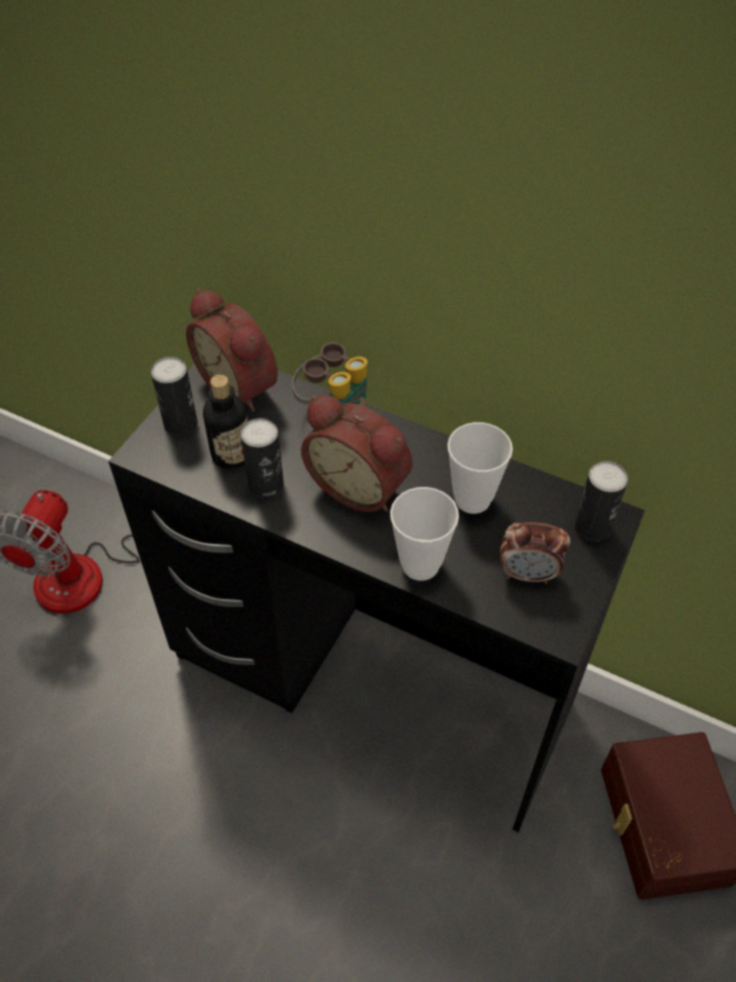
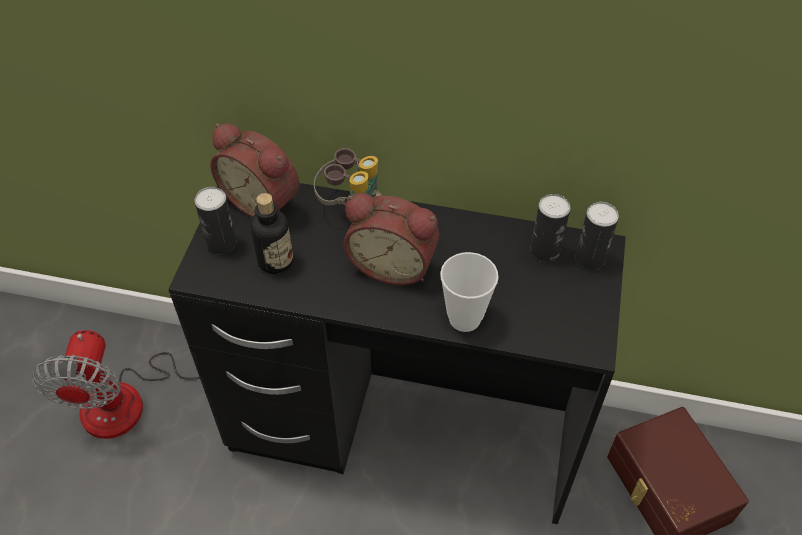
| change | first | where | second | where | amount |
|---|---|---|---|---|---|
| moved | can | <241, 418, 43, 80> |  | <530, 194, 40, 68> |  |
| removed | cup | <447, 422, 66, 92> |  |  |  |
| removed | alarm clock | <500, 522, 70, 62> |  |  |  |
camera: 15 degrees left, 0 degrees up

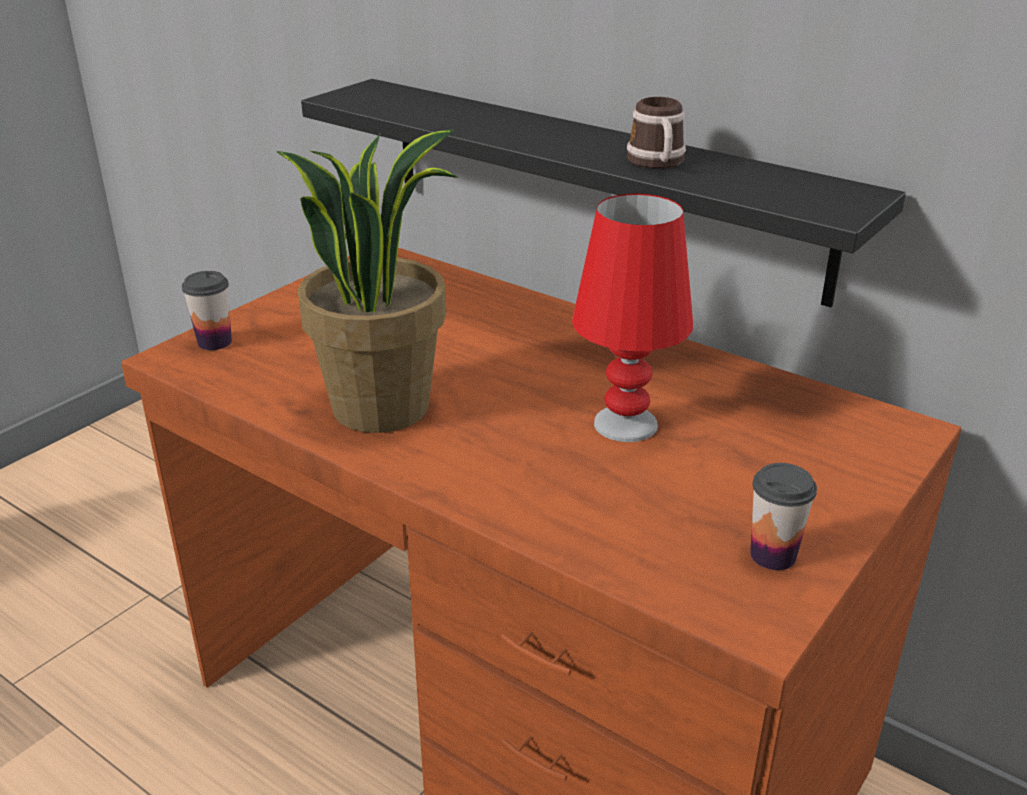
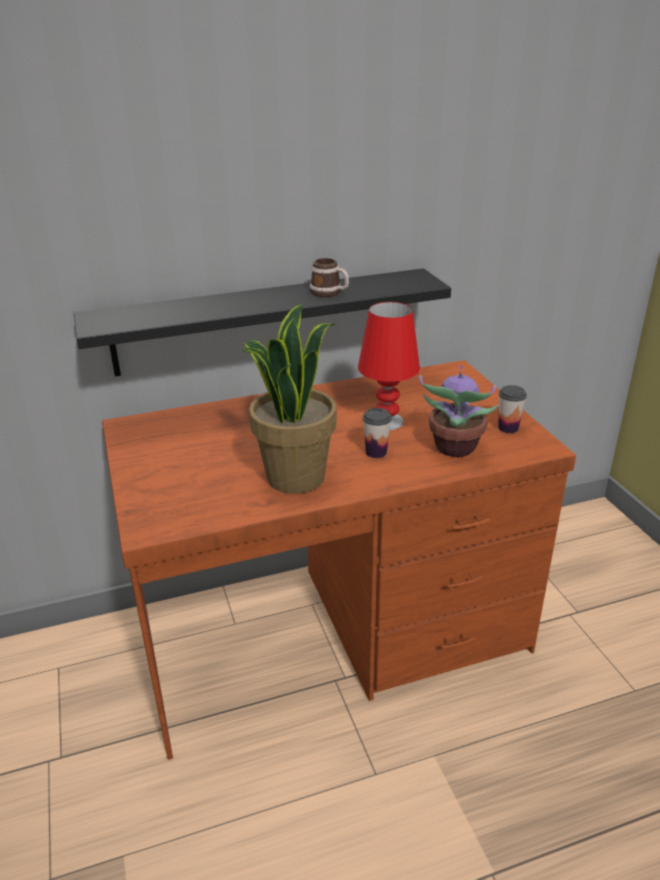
| change | first | where | second | where | amount |
|---|---|---|---|---|---|
| moved | cup | <182, 271, 50, 79> |  | <363, 408, 29, 50> |  |
| added |  |  | potted plant | <419, 365, 80, 92> |  |
camera: 55 degrees left, 0 degrees up

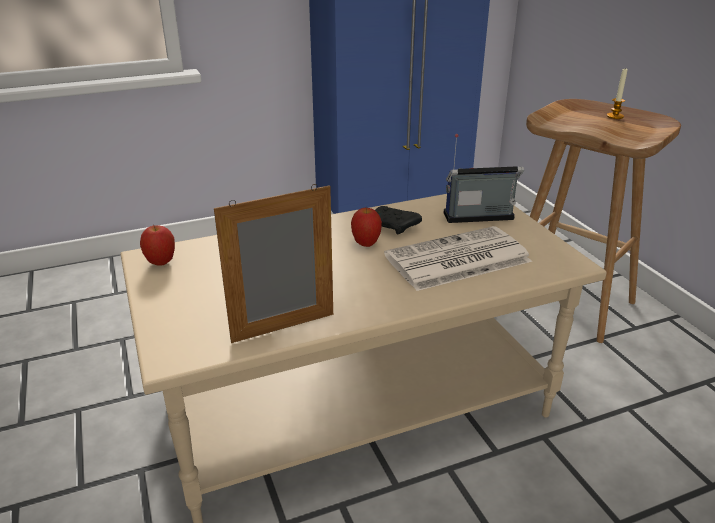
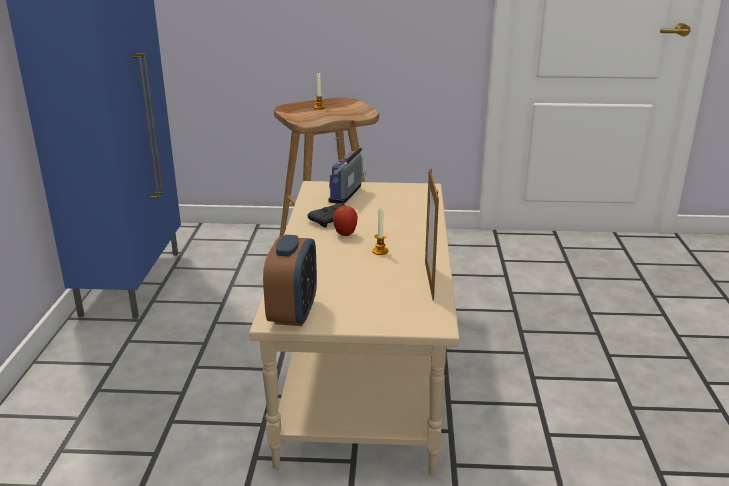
| change | first | where | second | where | amount |
|---|---|---|---|---|---|
| replaced | apple | <140, 225, 35, 41> | alarm clock | <263, 235, 54, 91> |  |
| removed | newspaper | <384, 226, 148, 65> |  |  |  |
| added |  |  | candle | <372, 207, 17, 48> |  |
camera: 65 degrees left, 5 degrees down

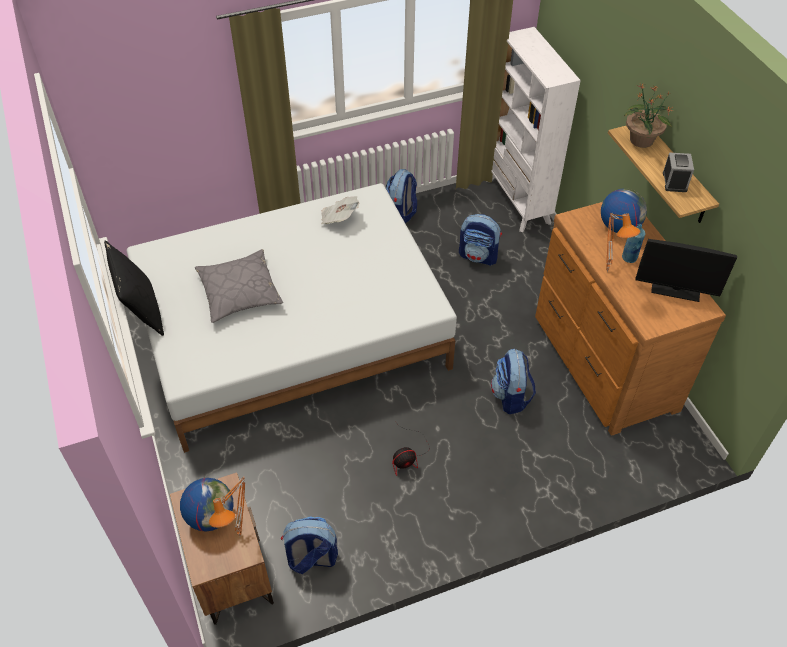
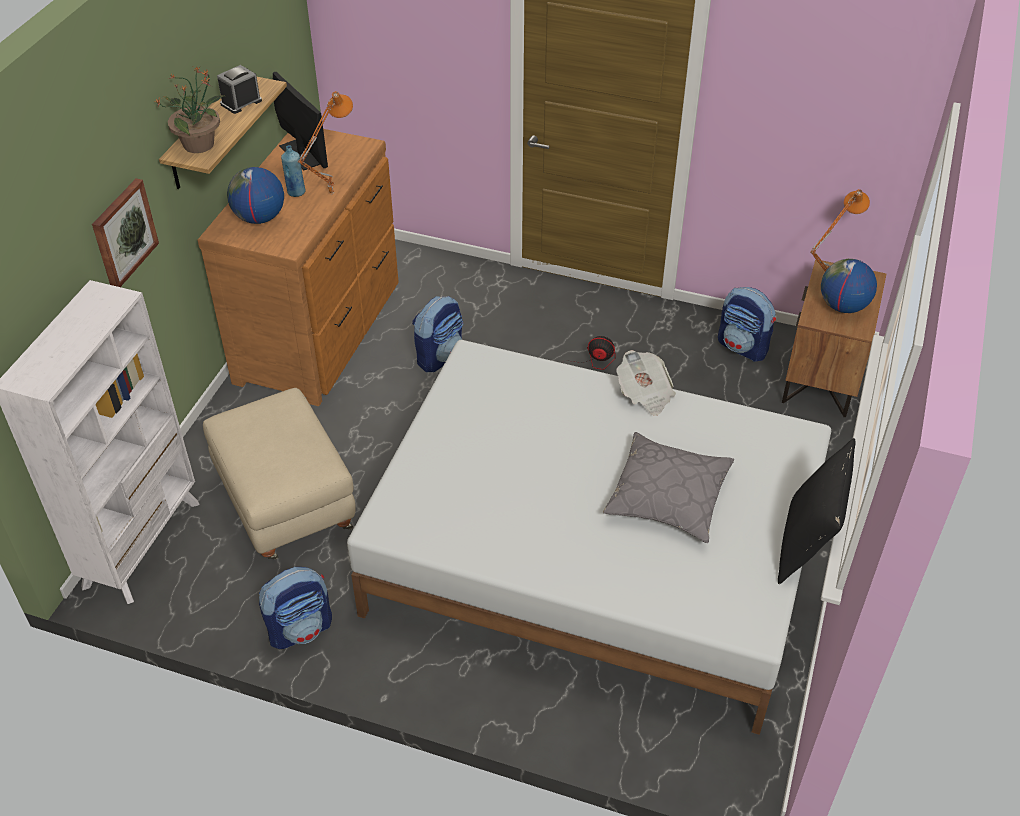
| change | first | where | second | where | amount |
|---|---|---|---|---|---|
| moved | newspaper | <321, 196, 38, 28> |  | <616, 350, 60, 66> |  |
| replaced | backpack | <459, 214, 43, 52> | beige ottoman | <203, 388, 153, 172> |  |
| added |  |  | picture | <92, 178, 67, 109> |  |
camera: 140 degrees left, 5 degrees down

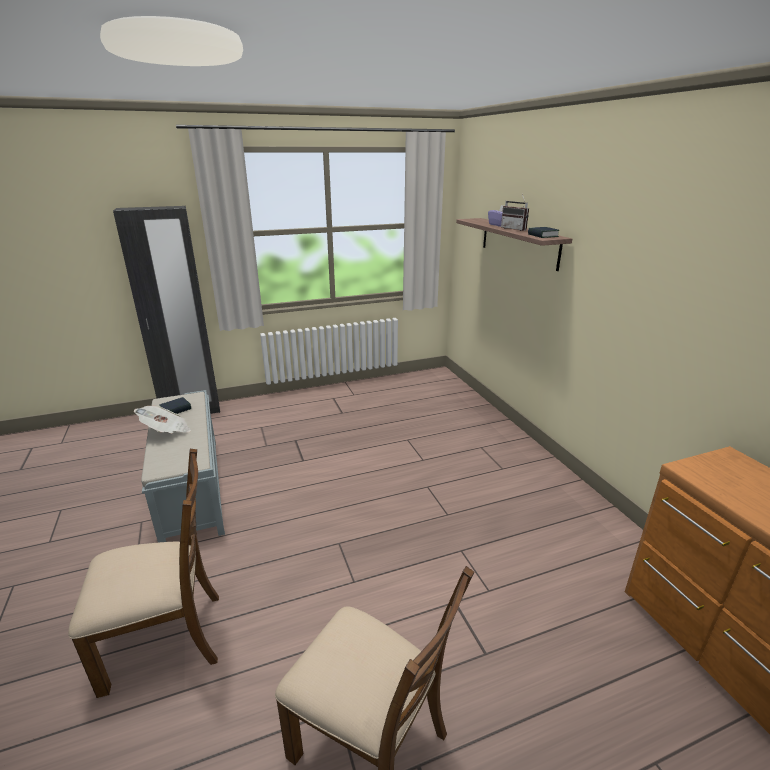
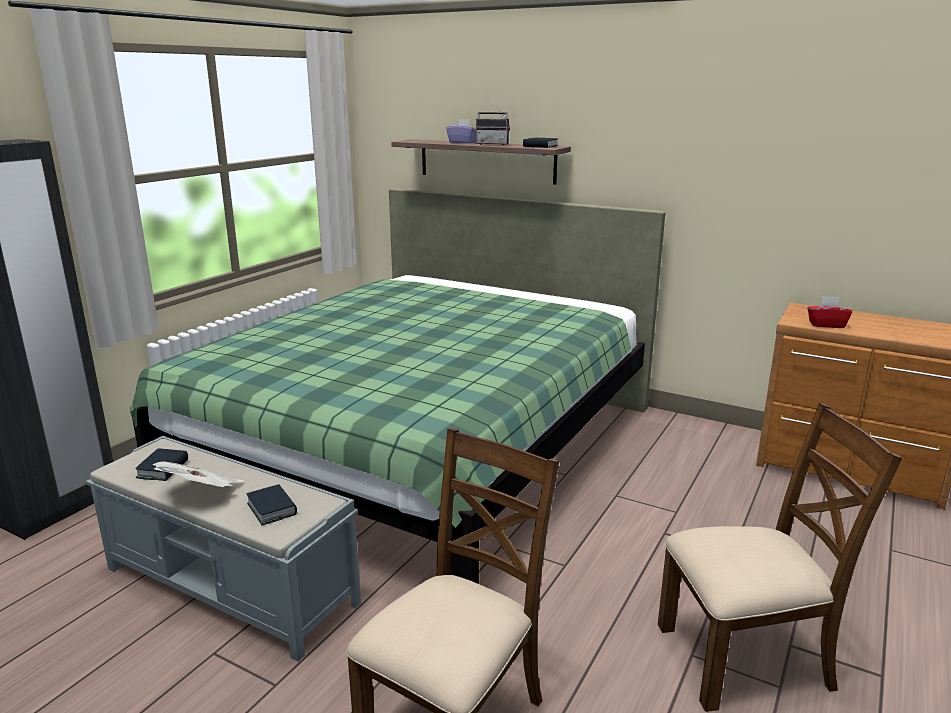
| change | first | where | second | where | amount |
|---|---|---|---|---|---|
| added |  |  | green bed | <130, 188, 535, 396> |  |
| added |  |  | red tissue box | <807, 296, 45, 32> |  |
| added |  |  | book | <246, 484, 51, 41> |  |
camera: 40 degrees left, 5 degrees down

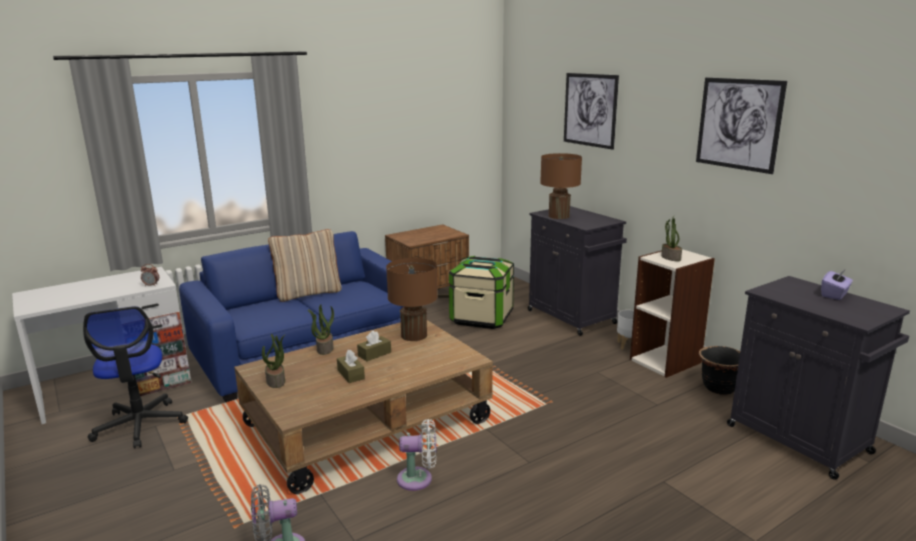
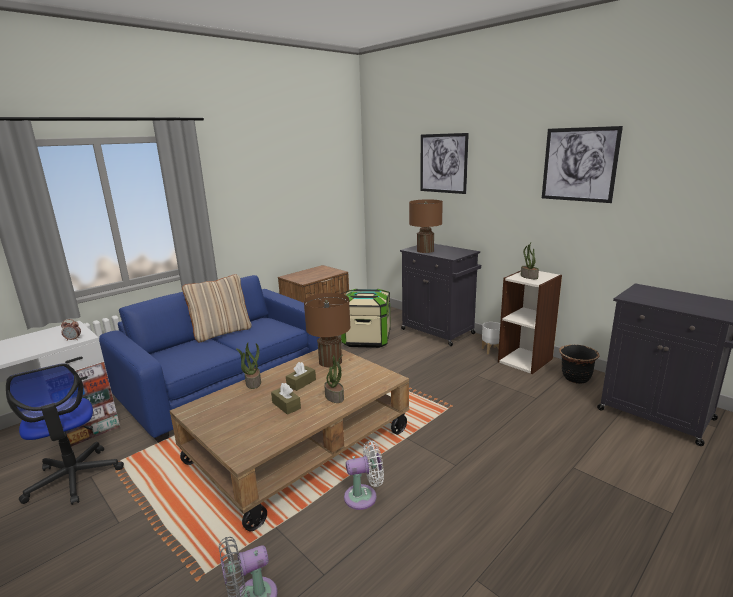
| change | first | where | second | where | amount |
|---|---|---|---|---|---|
| removed | purple tissue box | <821, 269, 32, 31> |  |  |  |
| moved | potted plant | <262, 334, 24, 54> |  | <324, 354, 20, 49> |  |
camera: 10 degrees left, 0 degrees up

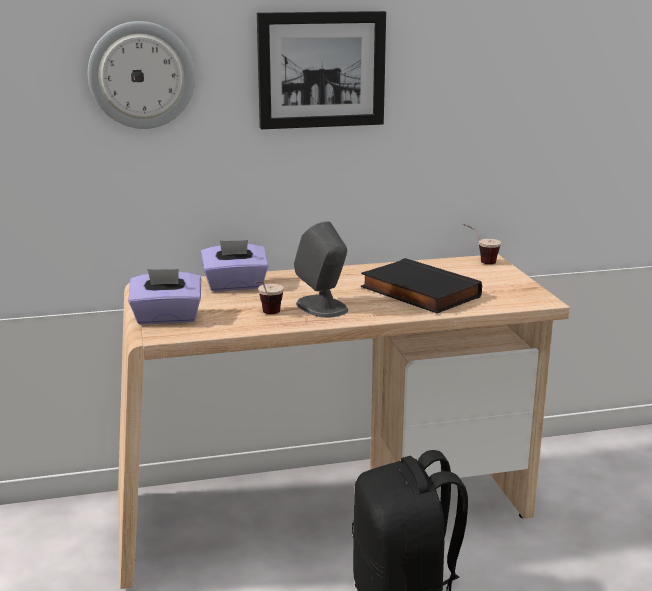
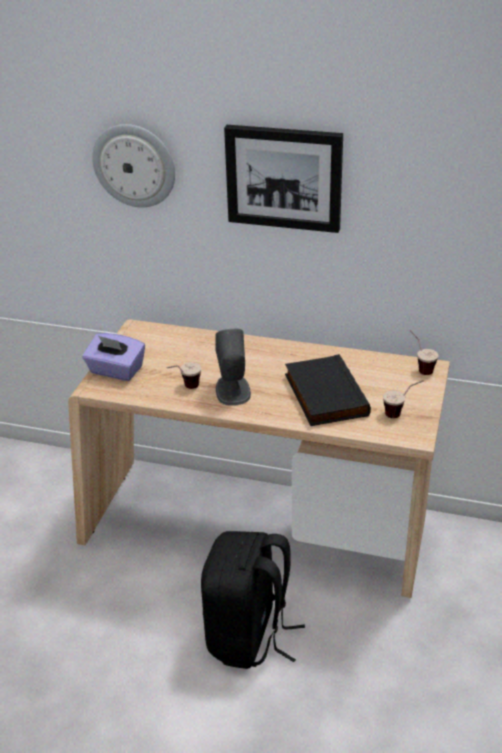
| change | first | where | second | where | amount |
|---|---|---|---|---|---|
| removed | purple tissue box | <201, 240, 68, 51> |  |  |  |
| added |  |  | cup | <383, 380, 41, 38> |  |
camera: 30 degrees right, 15 degrees up

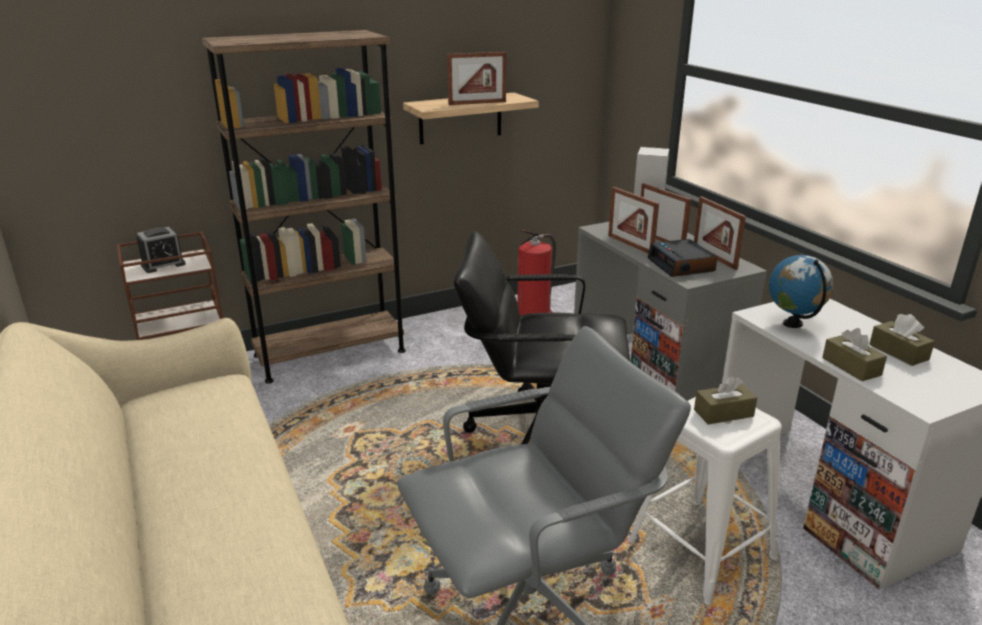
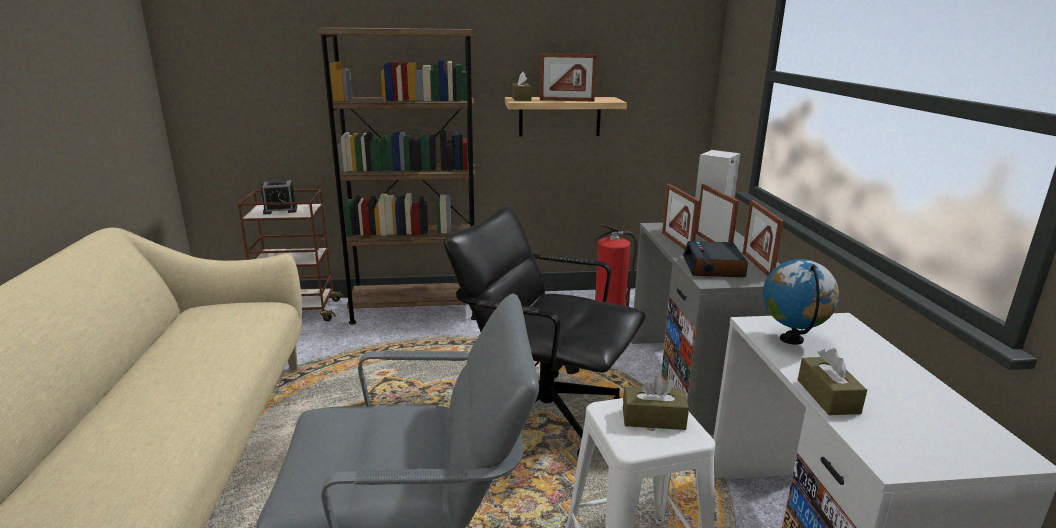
| change | first | where | second | where | amount |
|---|---|---|---|---|---|
| moved | brown tissue box | <869, 314, 66, 52> |  | <512, 71, 19, 30> |  |
camera: 20 degrees right, 5 degrees down

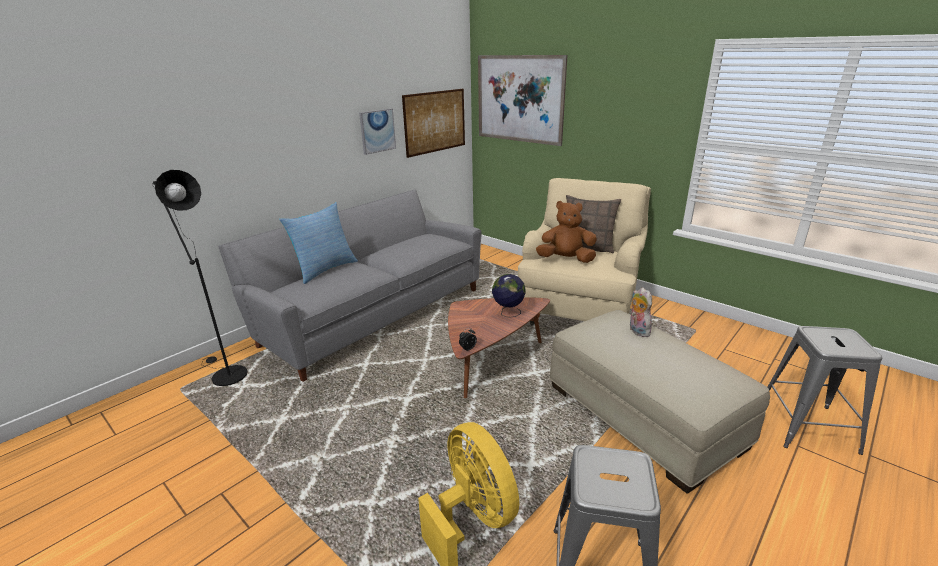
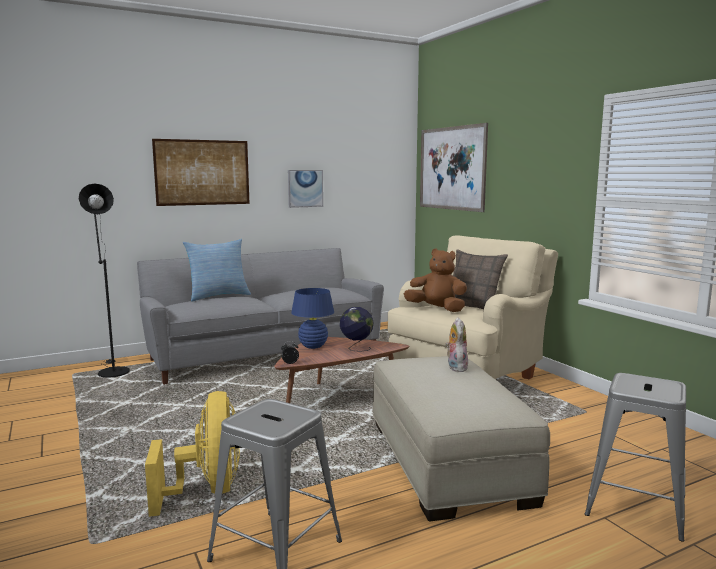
| change | first | where | second | where | amount |
|---|---|---|---|---|---|
| moved | picture | <402, 89, 63, 69> |  | <152, 139, 98, 67> |  |
| added |  |  | blue table lamp | <291, 288, 43, 61> |  |
camera: 20 degrees right, 15 degrees down

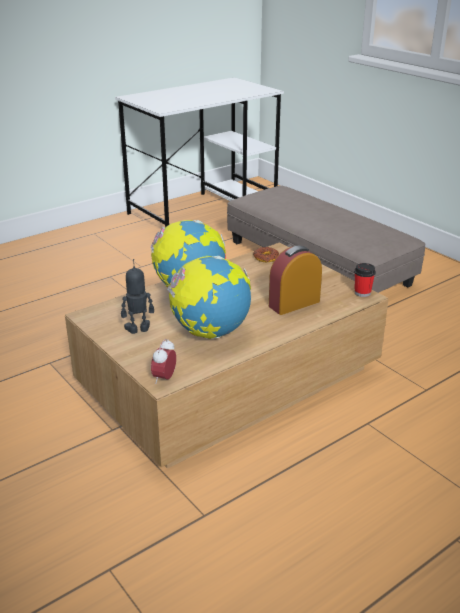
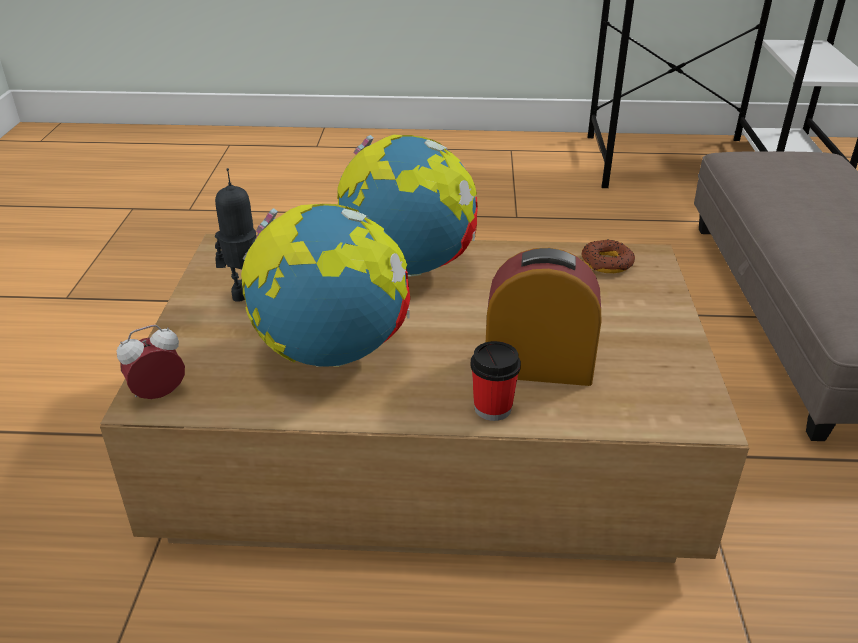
| change | first | where | second | where | amount |
|---|---|---|---|---|---|
| moved | cup | <354, 263, 22, 34> |  | <470, 341, 51, 80> |  |
camera: 40 degrees right, 5 degrees up

